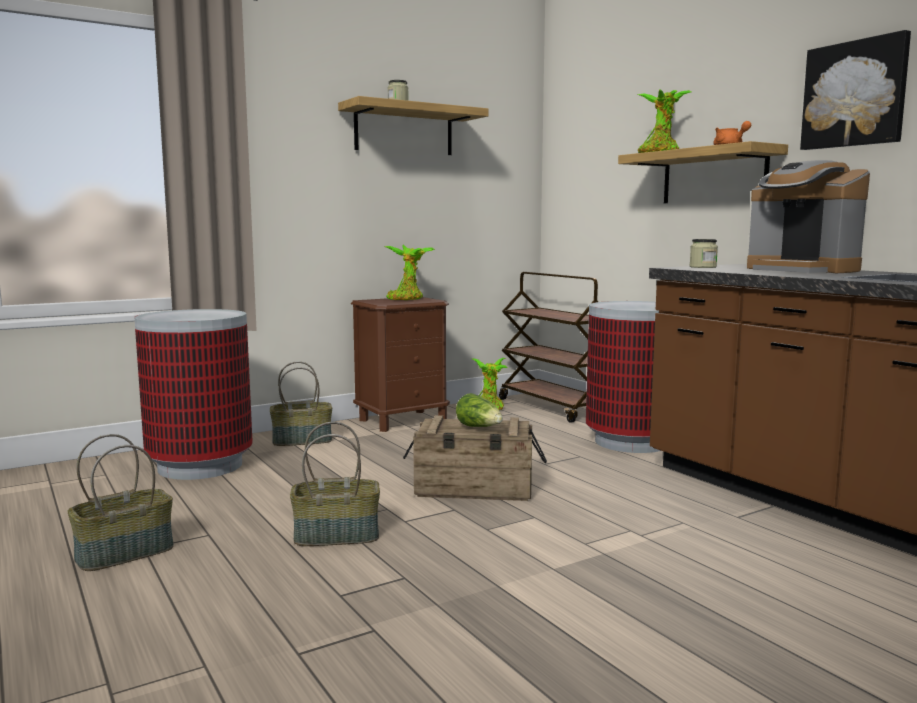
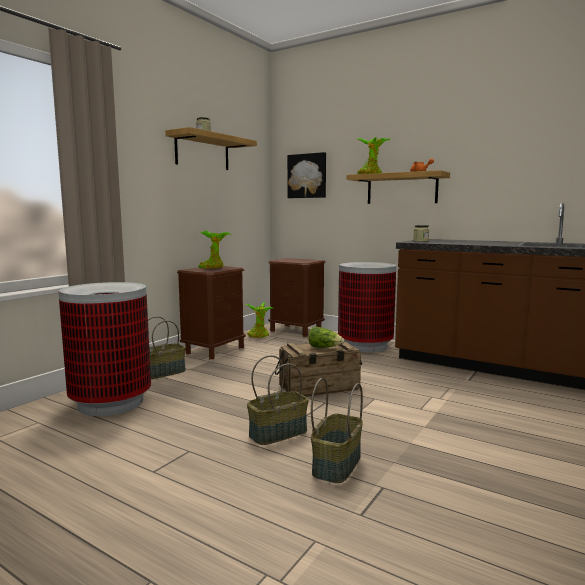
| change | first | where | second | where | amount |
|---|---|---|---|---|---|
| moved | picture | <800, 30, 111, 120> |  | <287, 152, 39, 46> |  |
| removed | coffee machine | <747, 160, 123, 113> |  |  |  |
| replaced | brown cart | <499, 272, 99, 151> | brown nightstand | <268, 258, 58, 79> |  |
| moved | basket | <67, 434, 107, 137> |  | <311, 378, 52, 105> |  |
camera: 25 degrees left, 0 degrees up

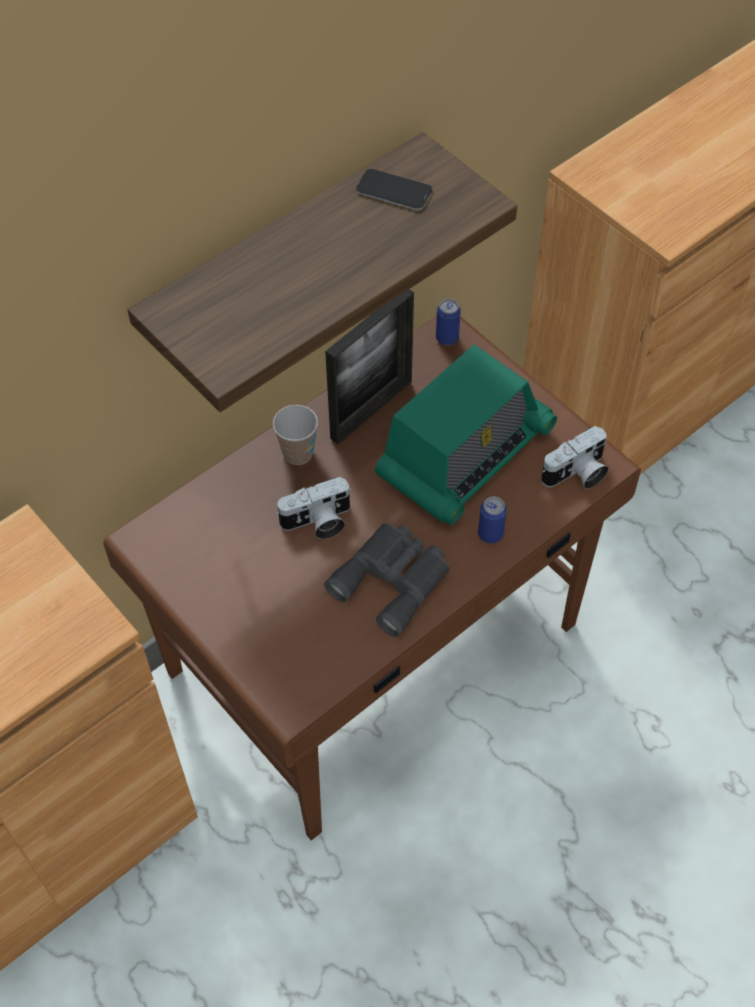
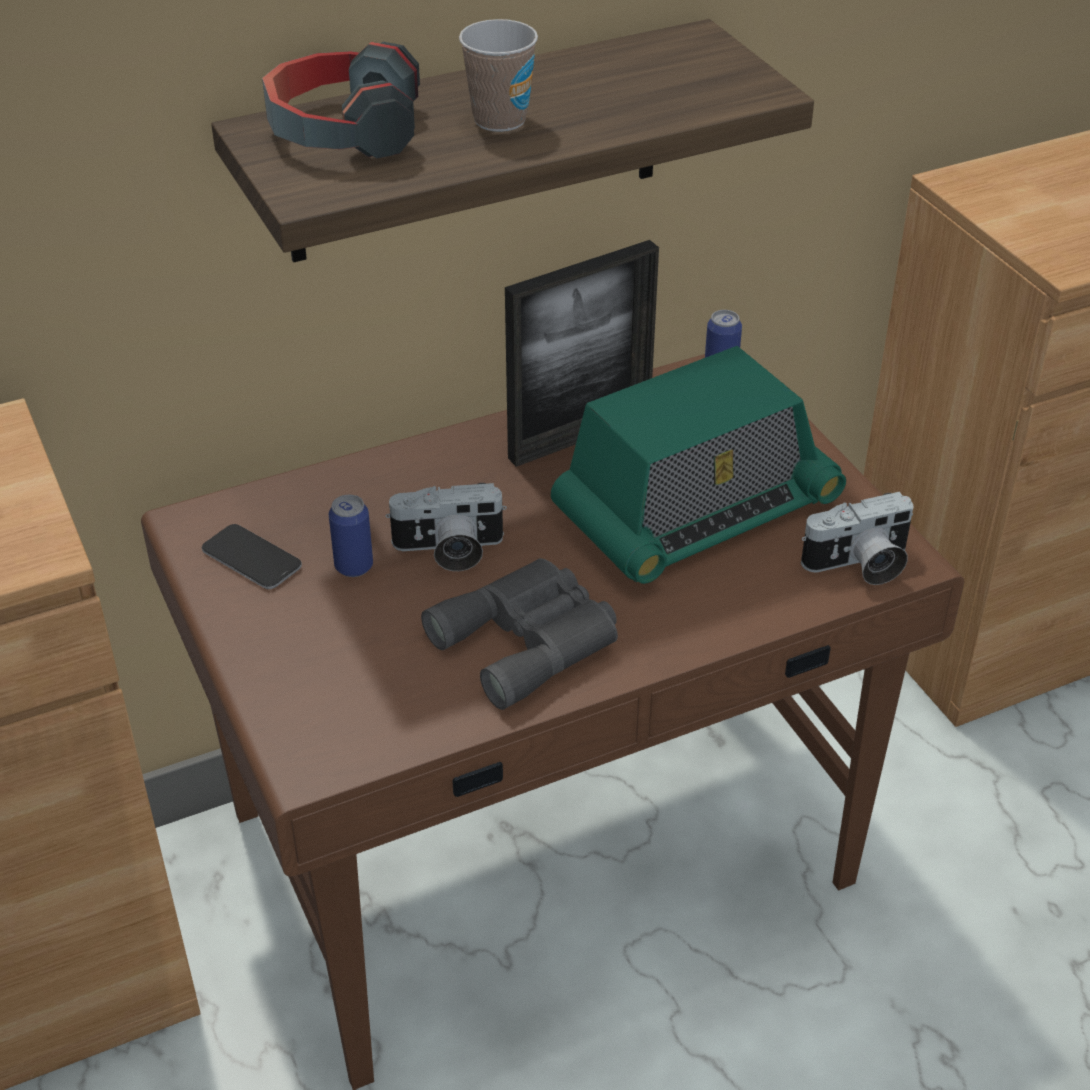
| change | first | where | second | where | amount |
|---|---|---|---|---|---|
| moved | phone | <356, 169, 77, 41> |  | <202, 524, 100, 65> |  |
| moved | cup | <273, 405, 45, 60> |  | <459, 19, 79, 113> |  |
| moved | can | <478, 496, 29, 47> |  | <329, 495, 44, 82> |  |
| added |  |  | headphones | <262, 42, 158, 116> |  |
camera: 15 degrees right, 15 degrees down

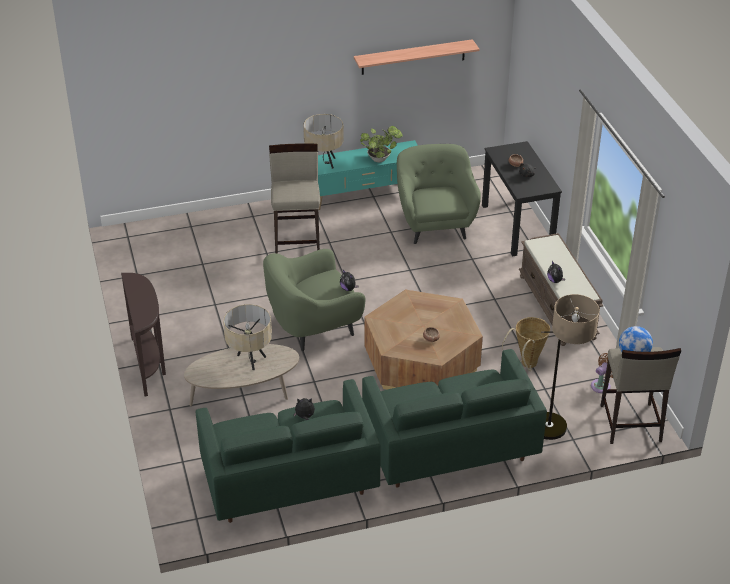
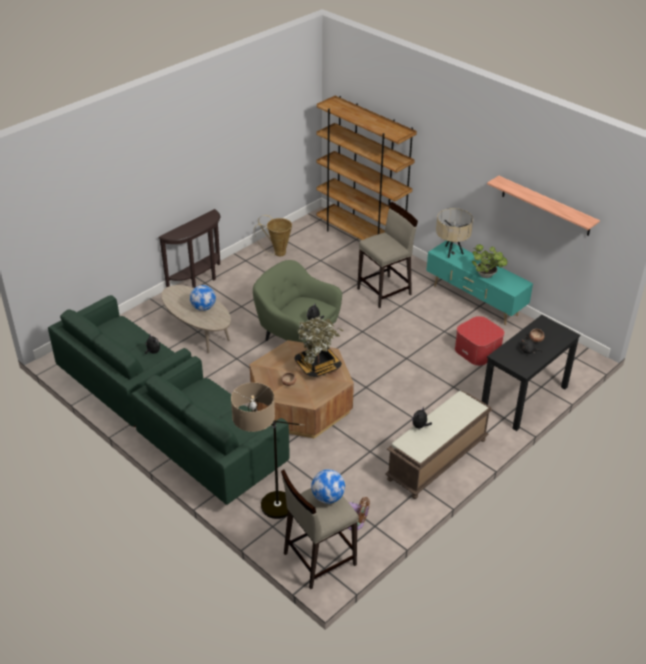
| change | first | where | second | where | amount |
|---|---|---|---|---|---|
| replaced | green armchair | <397, 144, 84, 100> | ottoman | <455, 316, 50, 50> |  |
| replaced | beige table lamp | <223, 304, 49, 66> | globe | <190, 285, 26, 26> |  |
| moved | basket | <502, 317, 48, 54> |  | <254, 215, 38, 41> |  |
| added |  |  | brown bookcase | <316, 96, 101, 144> |  |
| added |  |  | potted plant | <294, 317, 50, 60> |  |
camera: 60 degrees right, 0 degrees up

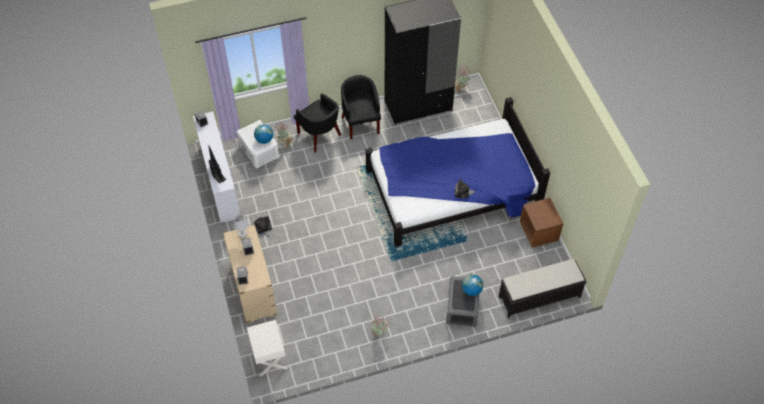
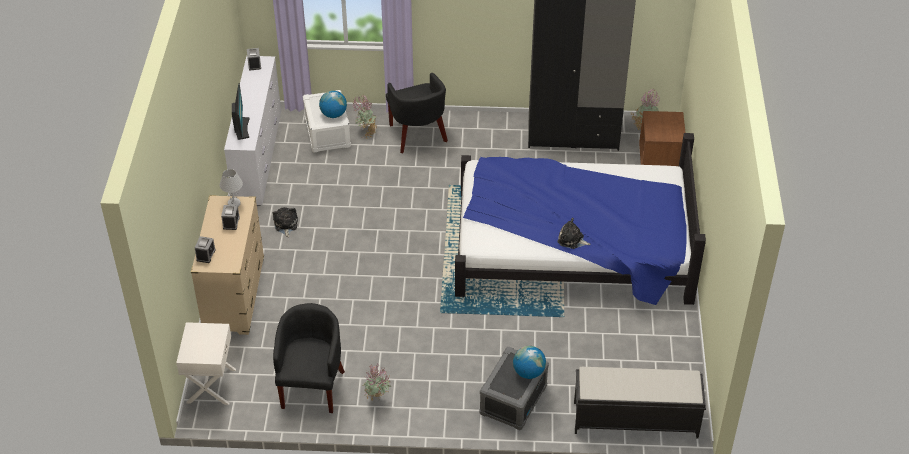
| change | first | where | second | where | amount |
|---|---|---|---|---|---|
| moved | black armchair | <341, 75, 40, 64> |  | <273, 303, 72, 110> |  |
| moved | brown nightstand | <520, 198, 43, 50> |  | <639, 111, 46, 55> |  |
camera: 20 degrees right, 10 degrees down

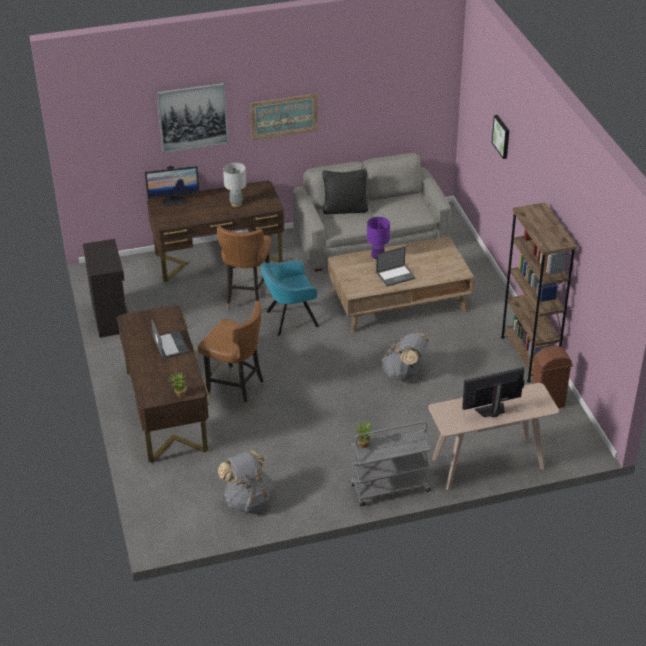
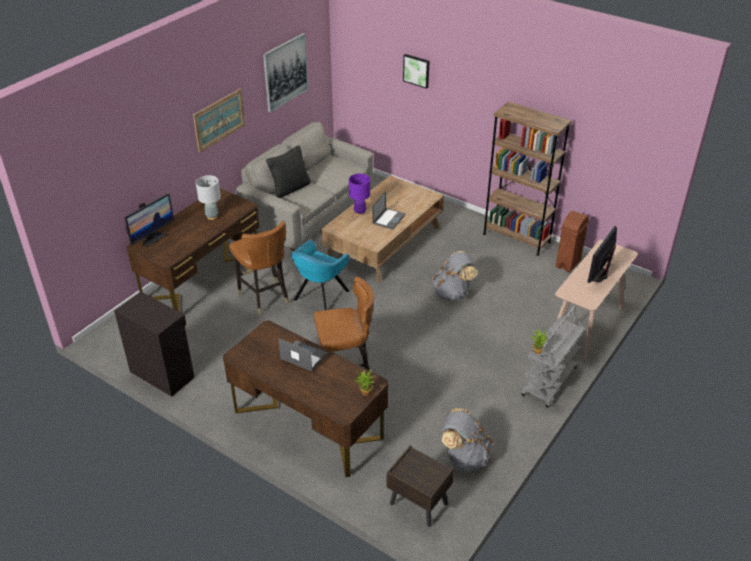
| change | first | where | second | where | amount |
|---|---|---|---|---|---|
| moved | picture | <156, 83, 73, 70> |  | <263, 33, 46, 80> |  |
| added |  |  | brown nightstand | <386, 445, 68, 82> |  |
camera: 40 degrees left, 0 degrees up

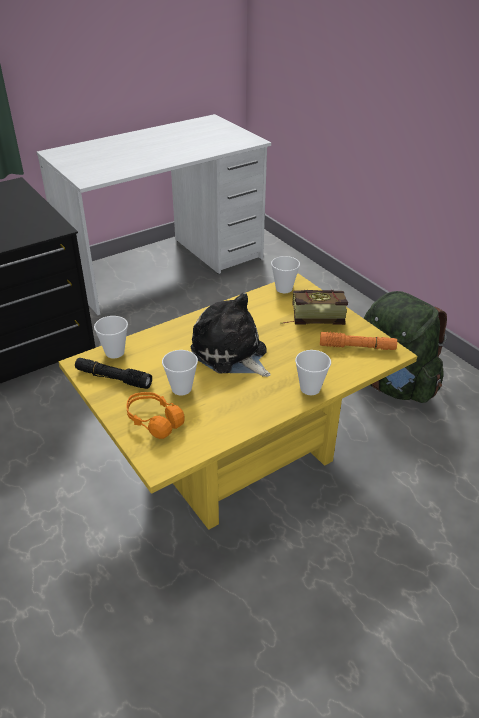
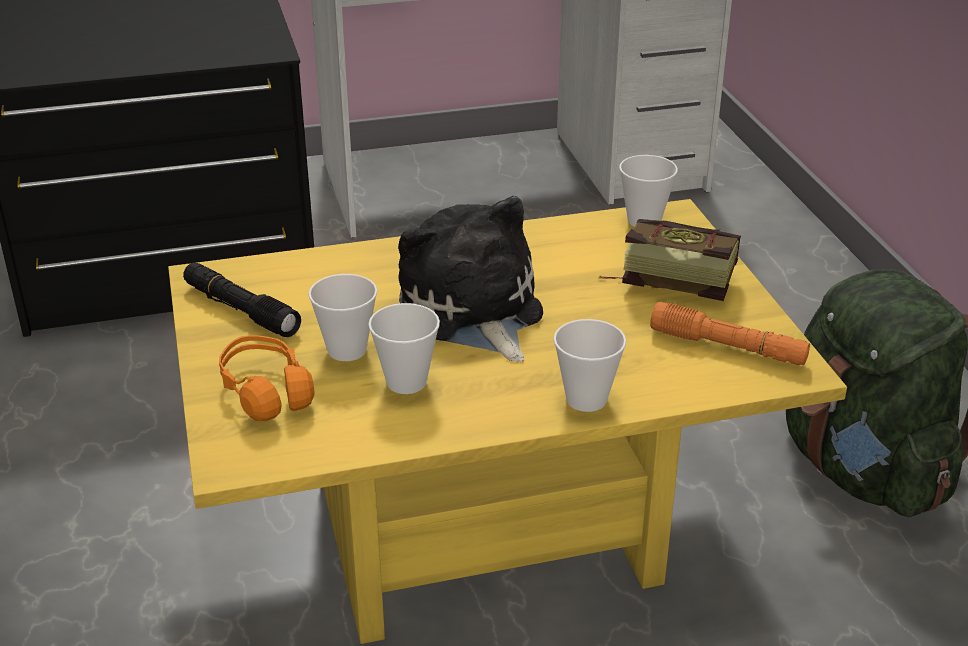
| change | first | where | second | where | amount |
|---|---|---|---|---|---|
| moved | cup | <94, 316, 34, 42> |  | <368, 303, 72, 91> |  |
camera: 20 degrees right, 5 degrees down

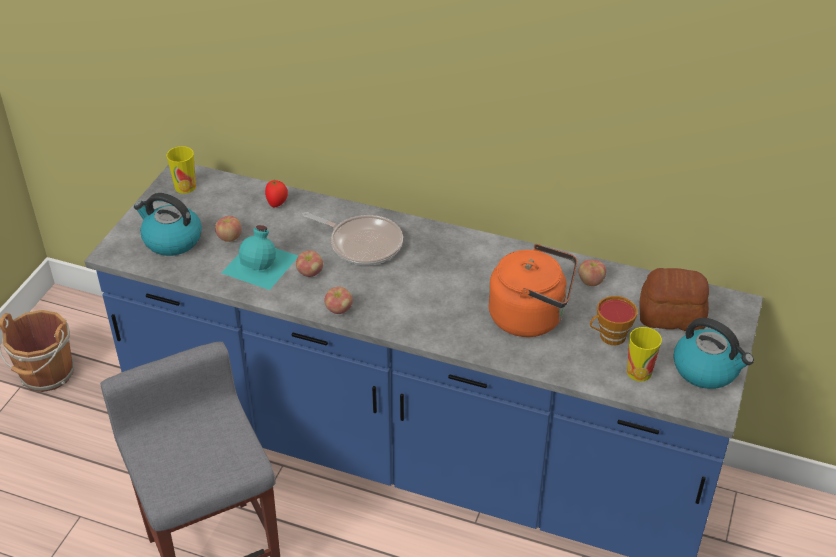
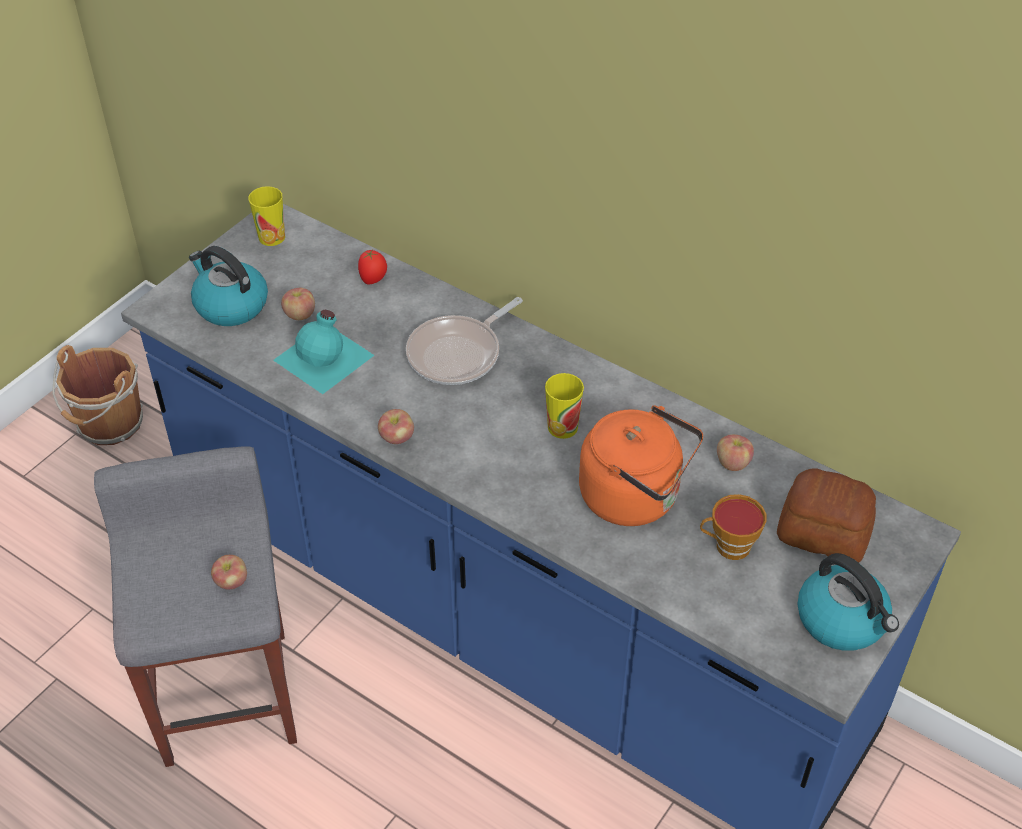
| change | first | where | second | where | amount |
|---|---|---|---|---|---|
| turned | frying pan | <302, 212, 101, 53> |  | <406, 297, 117, 88> | 90 degrees clockwise |
| moved | apple | <296, 251, 27, 26> |  | <211, 555, 36, 34> |  |
| moved | cup | <627, 327, 35, 54> |  | <545, 373, 39, 66> |  |
camera: 15 degrees right, 5 degrees up

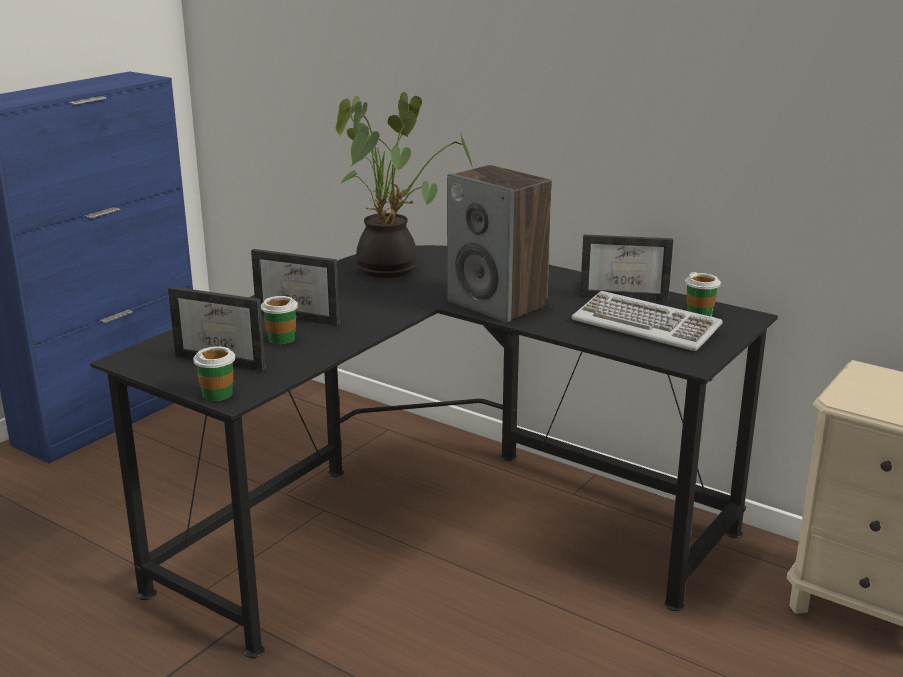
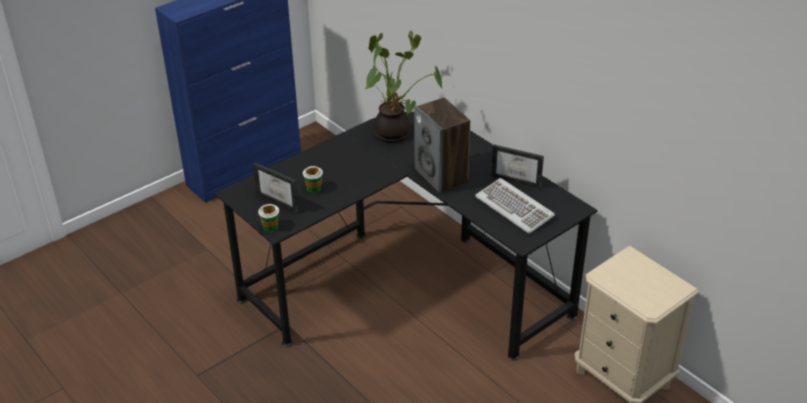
| change | first | where | second | where | amount |
|---|---|---|---|---|---|
| removed | picture frame | <251, 249, 89, 77> |  |  |  |
| removed | cup | <685, 272, 36, 44> |  |  |  |
camera: 15 degrees right, 15 degrees up

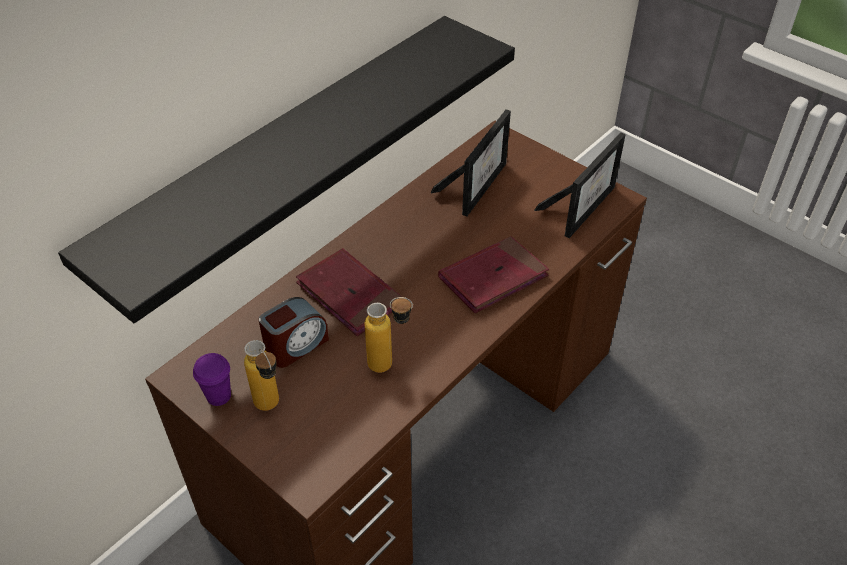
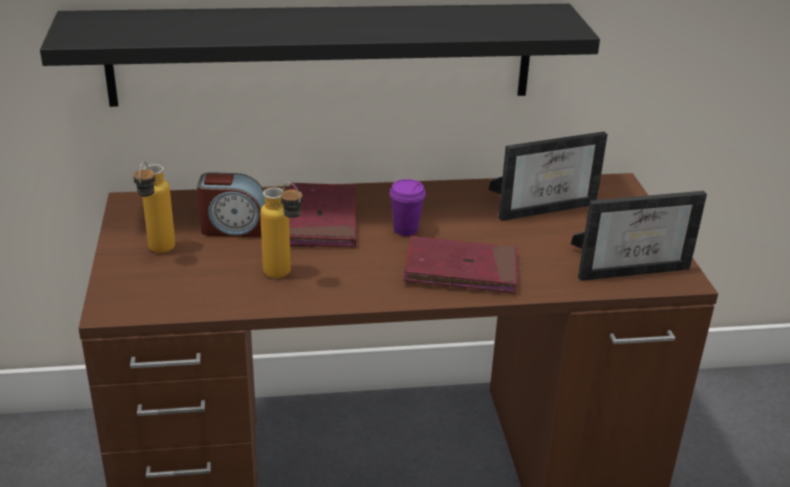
| change | first | where | second | where | amount |
|---|---|---|---|---|---|
| moved | purple cup | <193, 353, 38, 53> |  | <390, 179, 36, 57> |  |
camera: 40 degrees right, 15 degrees down

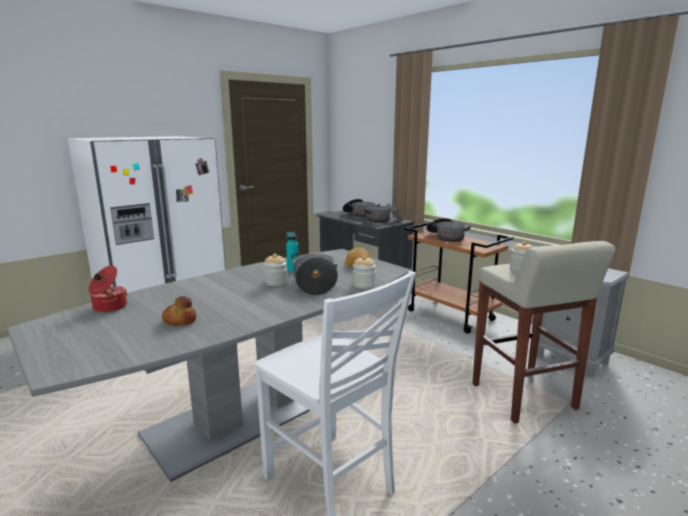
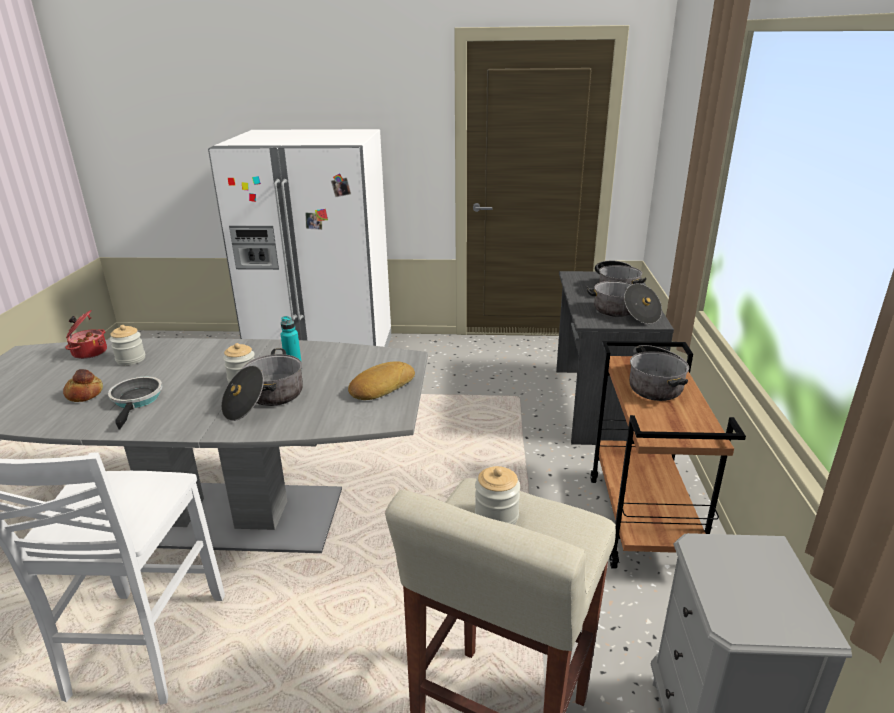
| change | first | where | second | where | amount |
|---|---|---|---|---|---|
| moved | jar | <353, 256, 23, 33> |  | <110, 325, 35, 40> |  |
| added |  |  | frying pan | <108, 377, 54, 52> |  |
camera: 45 degrees right, 10 degrees up

